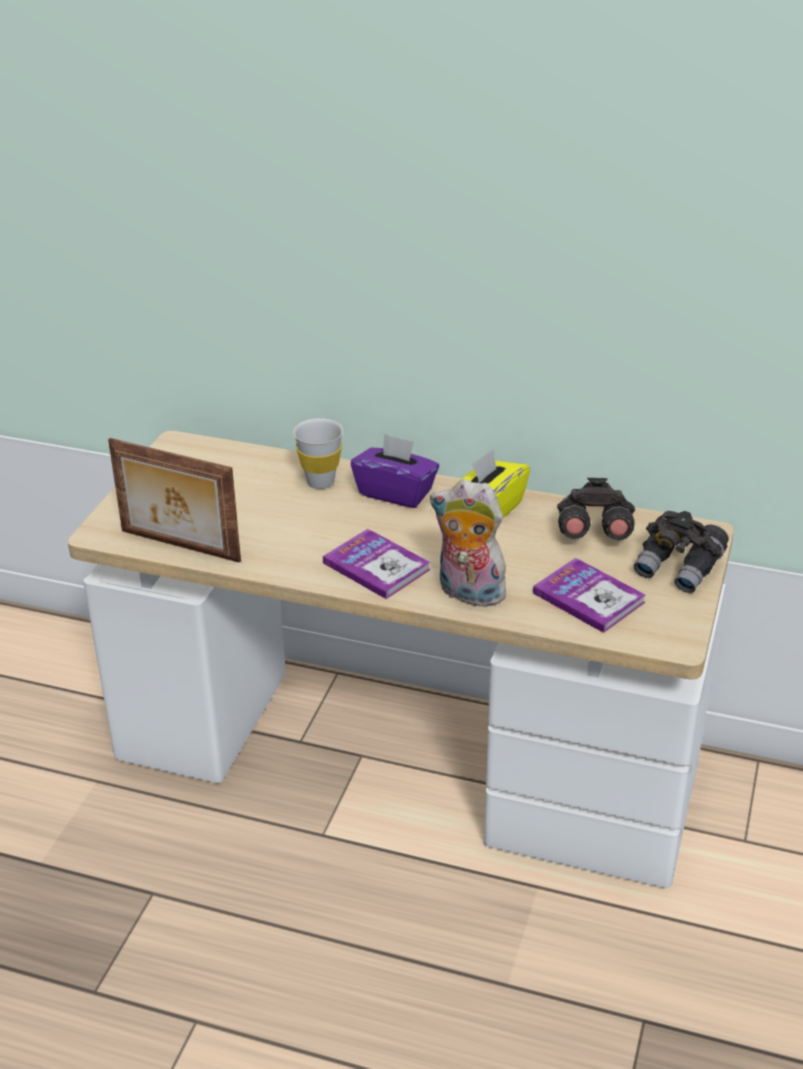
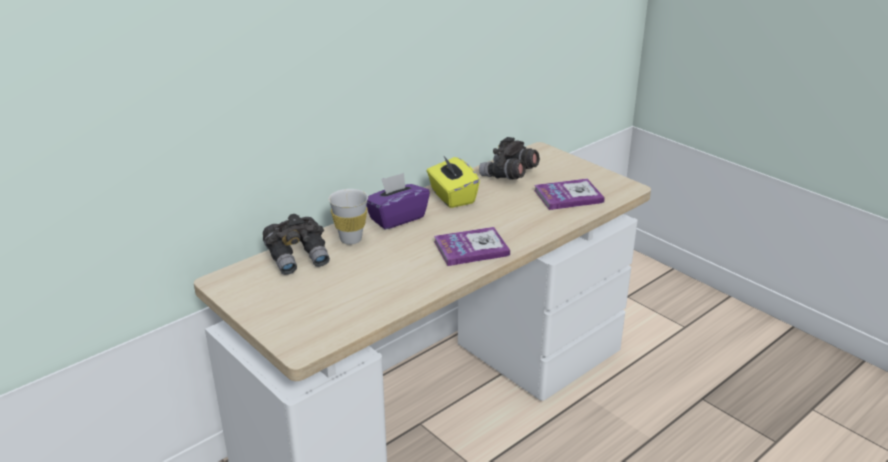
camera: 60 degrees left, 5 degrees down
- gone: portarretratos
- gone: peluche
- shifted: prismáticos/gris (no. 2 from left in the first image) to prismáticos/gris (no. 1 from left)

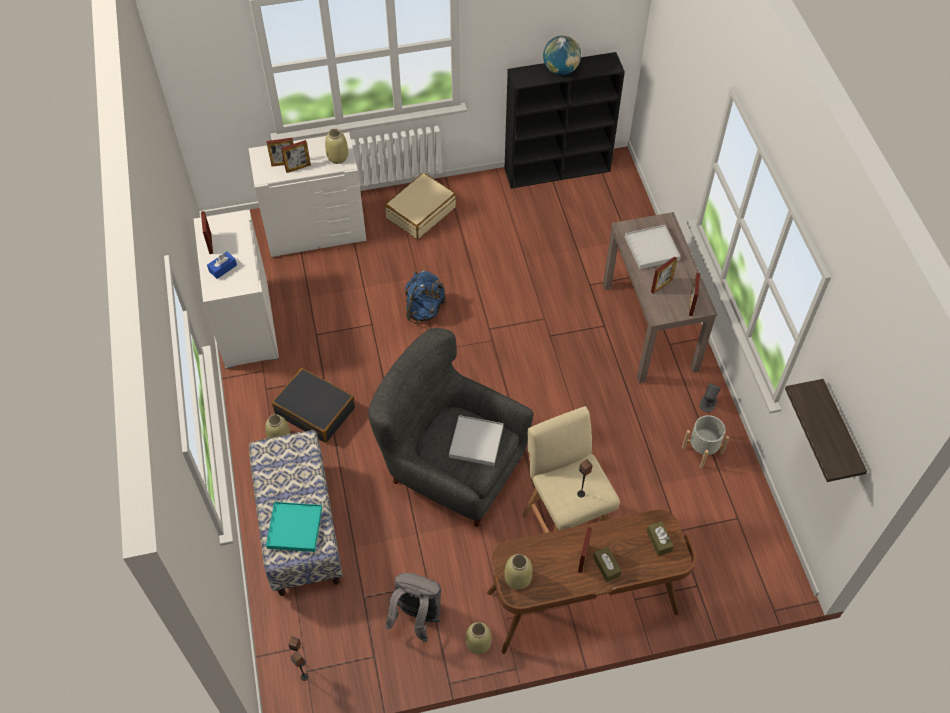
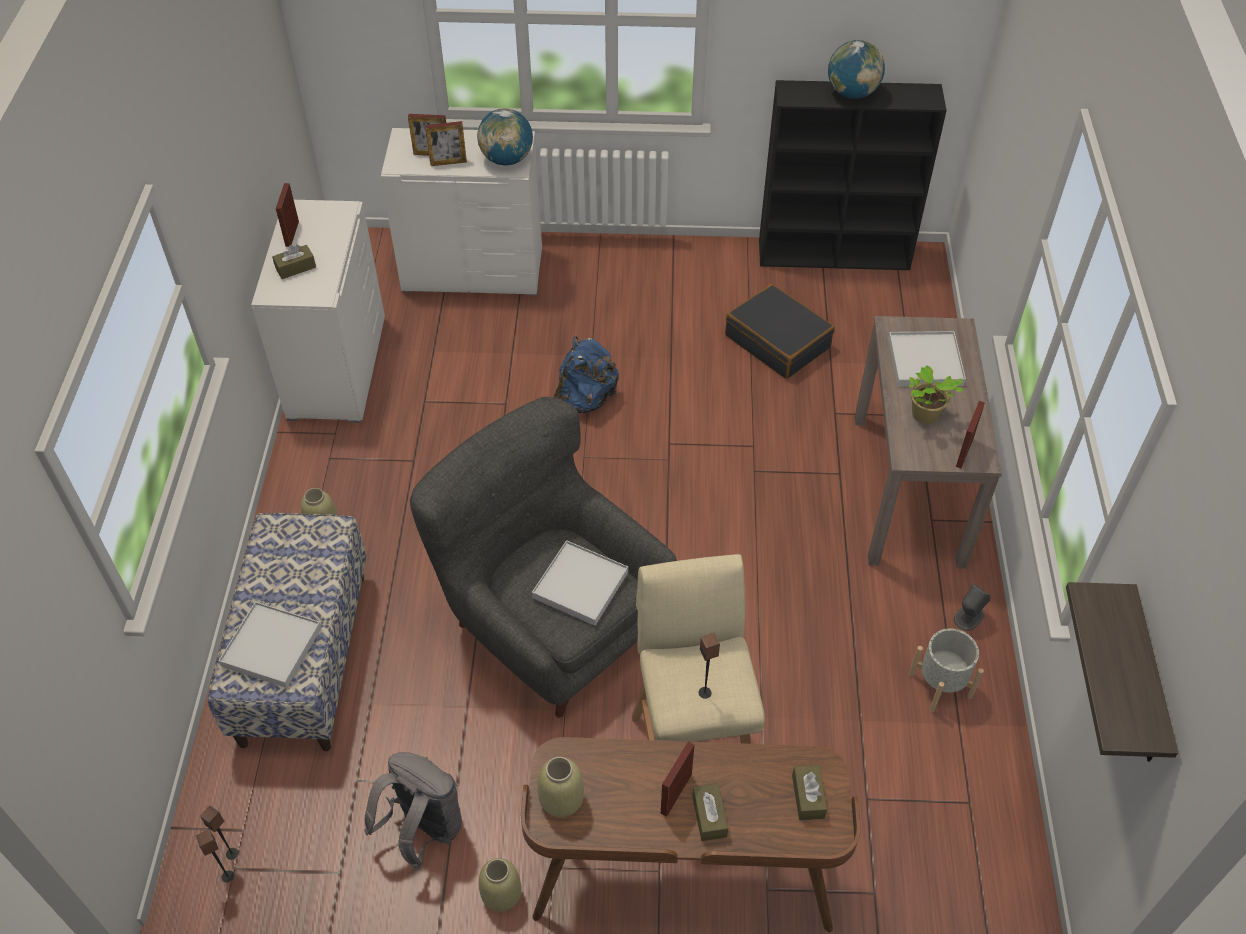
camera: 15 degrees right, 5 degrees down
- gone: maleta/beis
- shifted: maleta/negro
- swapped: florero/beis (no. 2 from left) to globo terráqueo (no. 1 from left)
- swapped: portarretratos (no. 5 from left) to planta en maceta
- repainted: caja de pañuelos/azul to caja de pañuelos/marrón (no. 1 from left)
- repainted: bandeja/turquesa to bandeja/blanco (no. 1 from left)

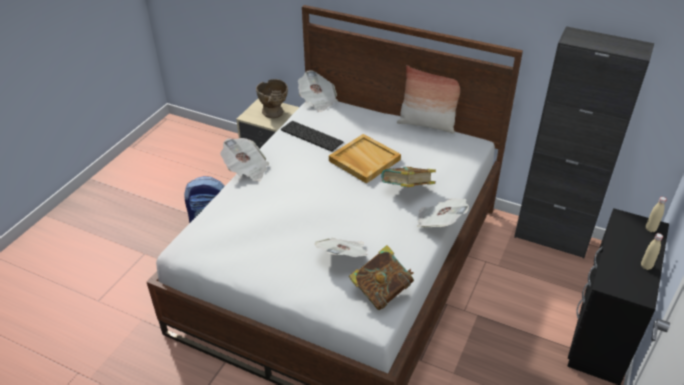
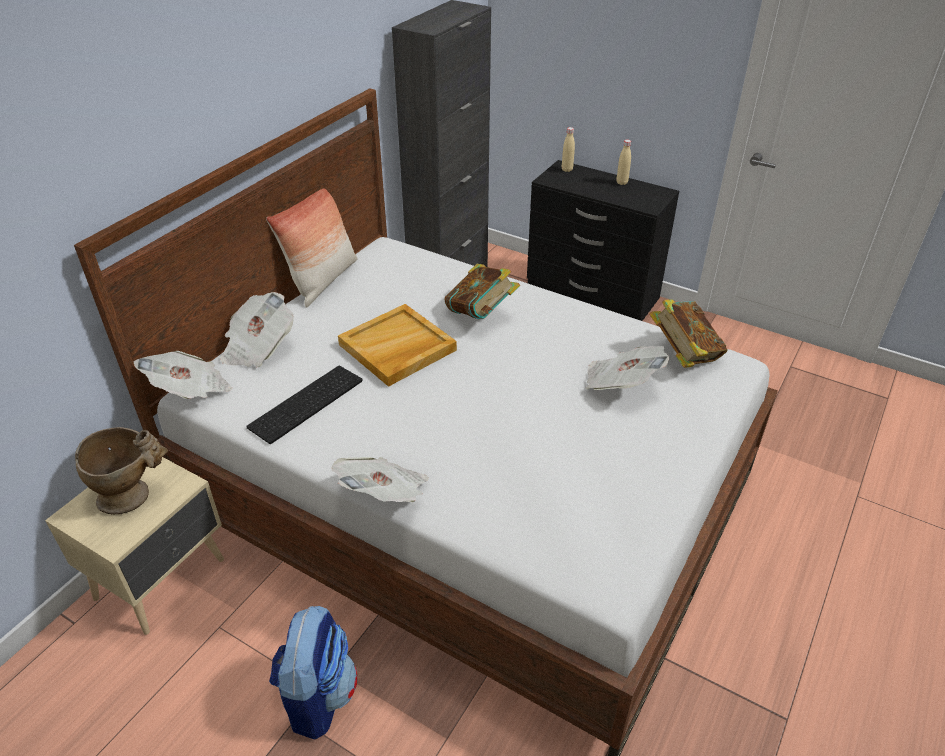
camera: 85 degrees left, 0 degrees up
- shifted: periódico (no. 4 from left in the first image) to periódico (no. 2 from left)

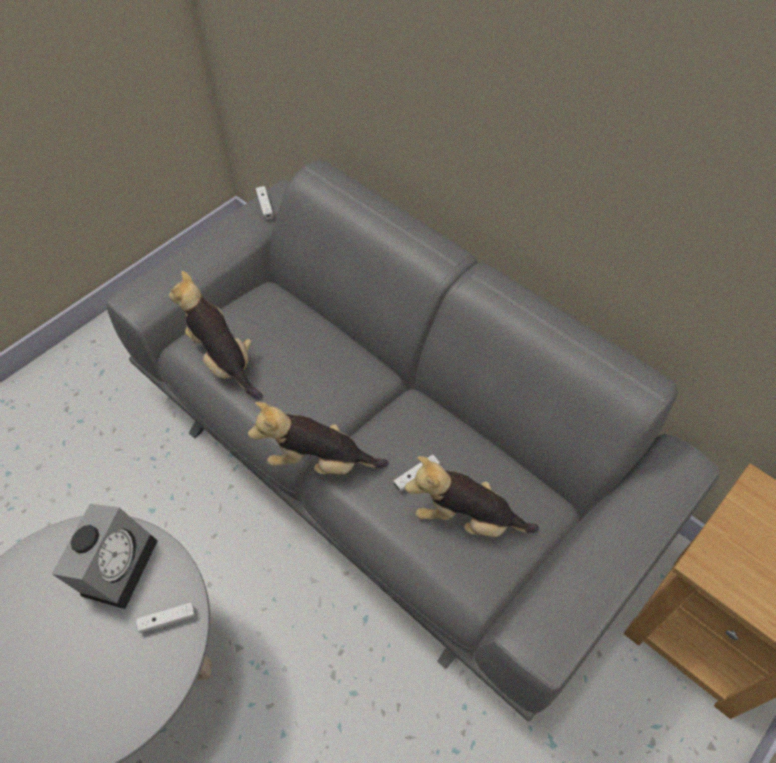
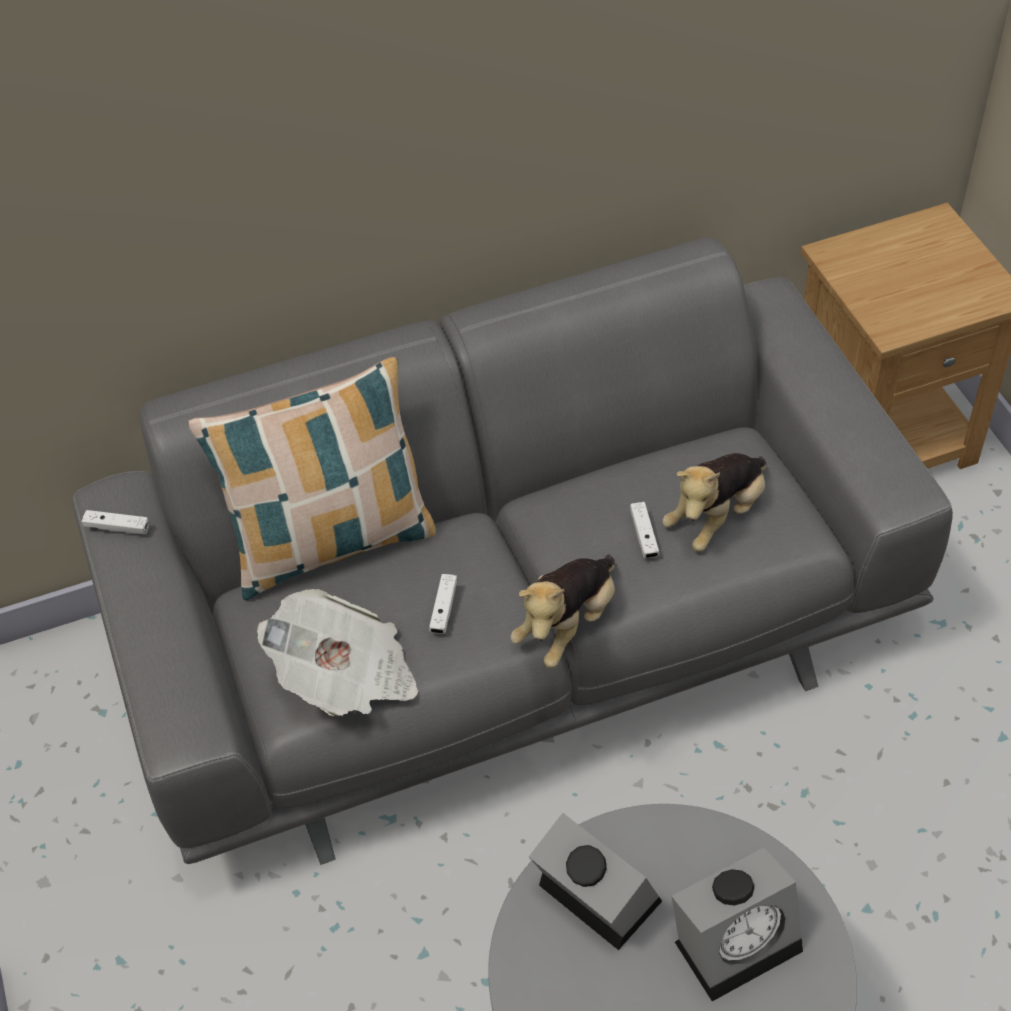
camera: 60 degrees left, 5 degrees down
- new: cojín
- new: despertador (no. 2 from left)
- shifted: mando de consola/blanco (no. 1 from left in the first image) to mando de consola/blanco (no. 2 from left)
- swapped: peluche (no. 1 from left) to periódico

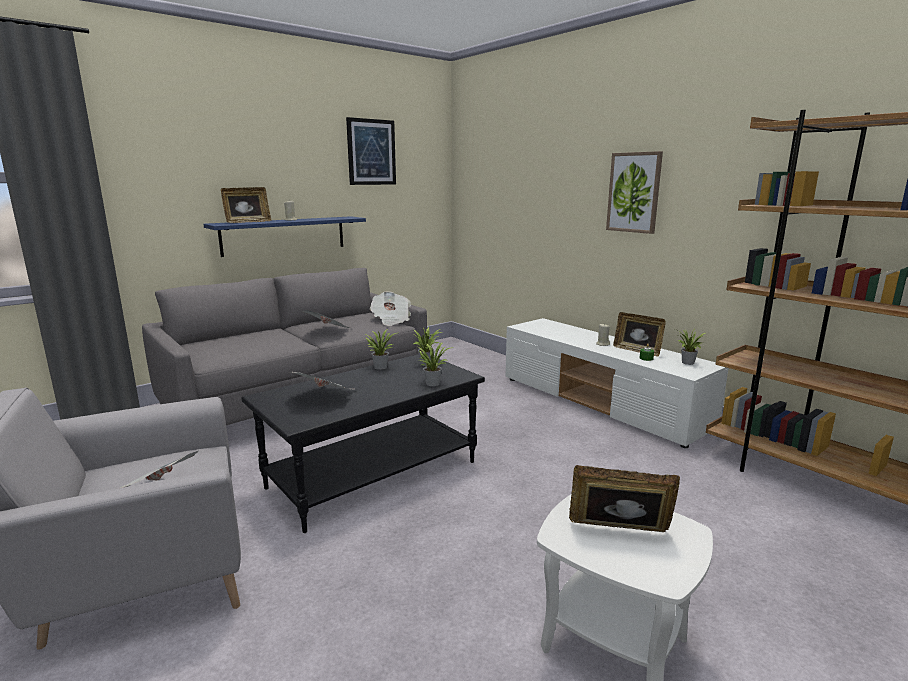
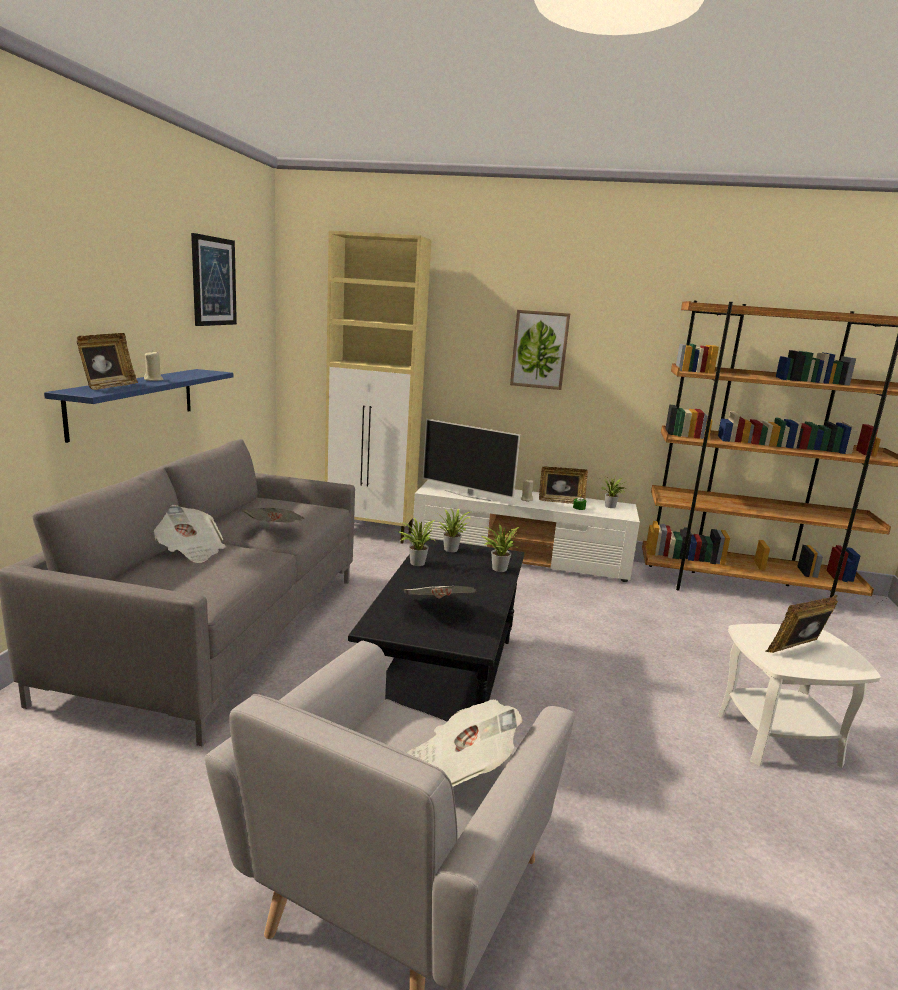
camera: 40 degrees left, 0 degrees up
- new: armario/beis
- new: televisor
- shifted: periódico (no. 4 from left in the first image) to periódico (no. 1 from left)

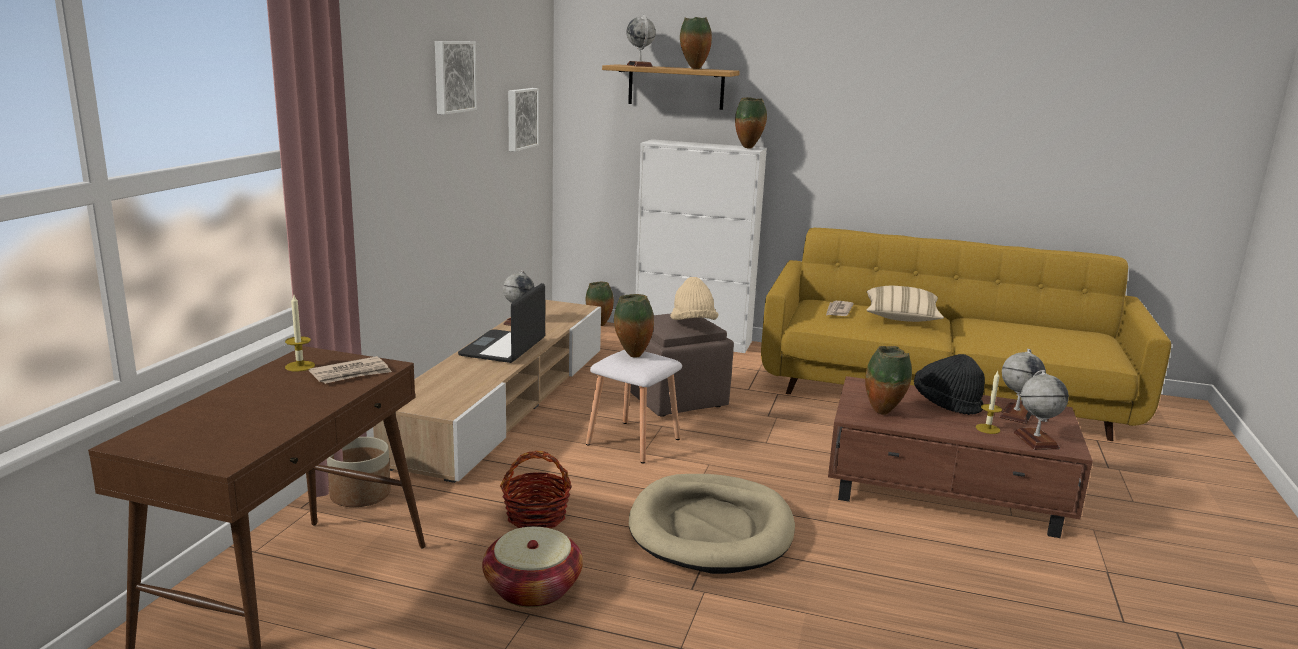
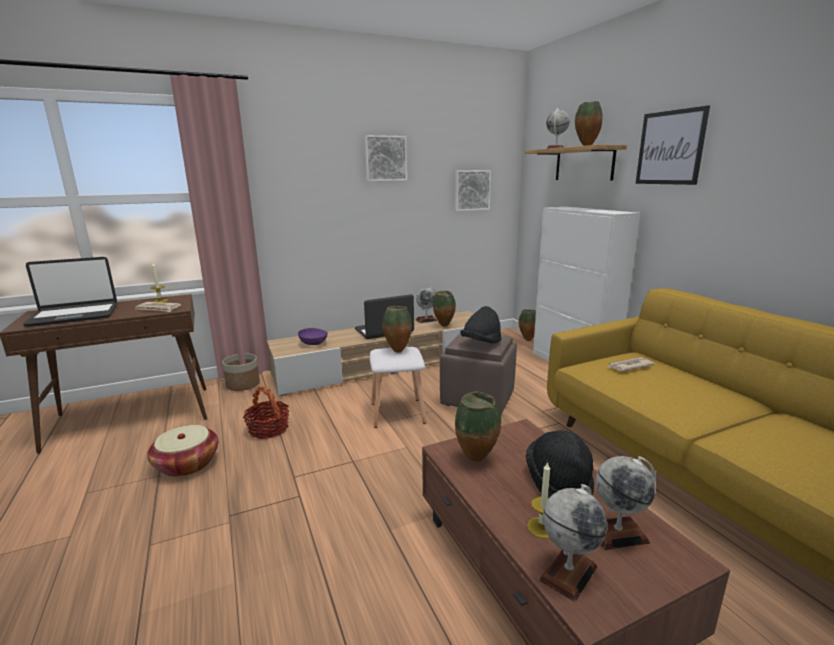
camera: 50 degrees right, 0 degrees up
- gone: cama para perro/beis
- gone: cojín/beis
- new: portátil (no. 1 from left)
- new: cuenco/morado
- new: cuadro (no. 3 from left)
- shifted: florero (no. 4 from left in the first image) to florero (no. 2 from left)
- repainted: sombrero/beis to sombrero/negro (no. 1 from left)

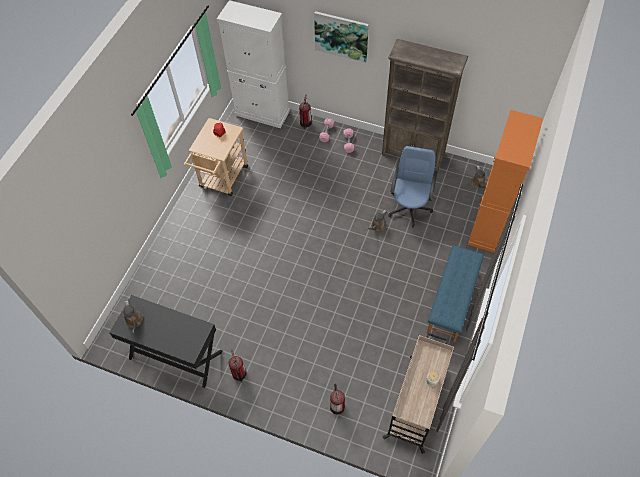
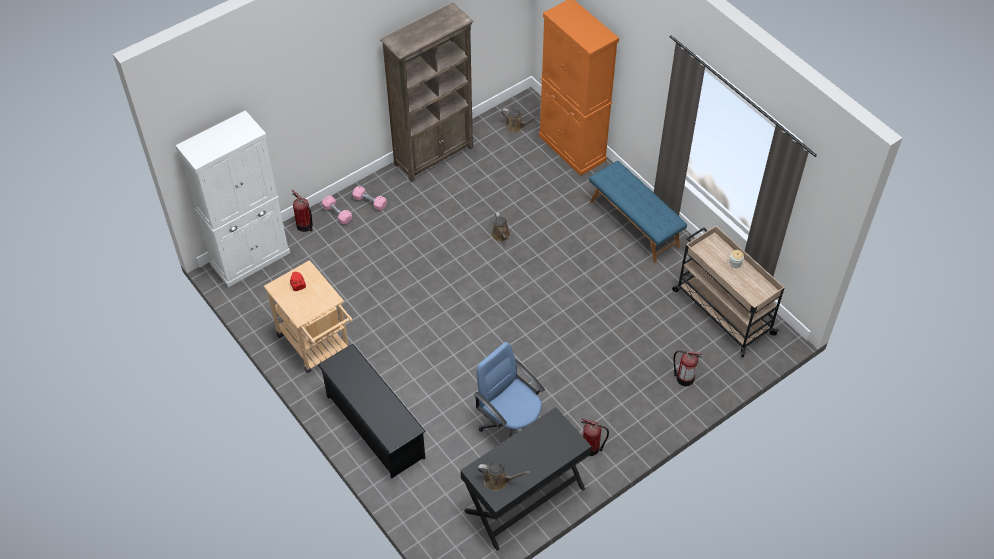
camera: 60 degrees left, 5 degrees down
- gone: cuadro
- new: zapatero/negro
- shifted: silla de oficina/azul

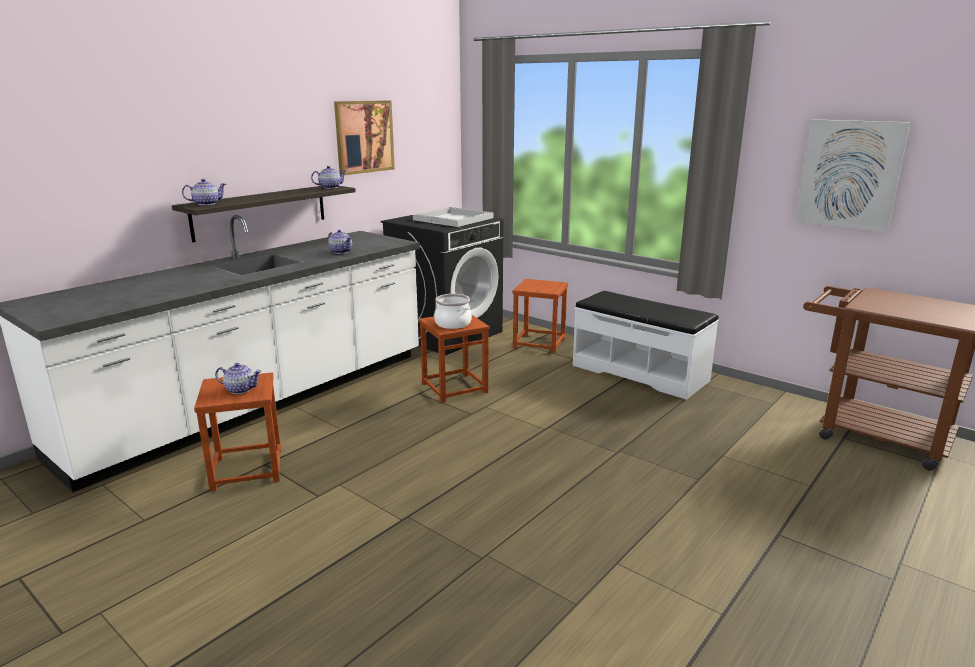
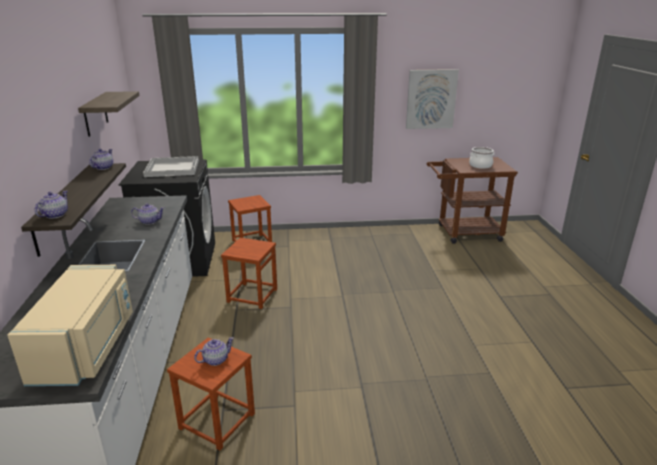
camera: 45 degrees left, 5 degrees up
- gone: banco/blanco
- new: microondas/beis
- shifted: olla
- swapped: cuadro (no. 1 from left) to estante (no. 2 from left)

